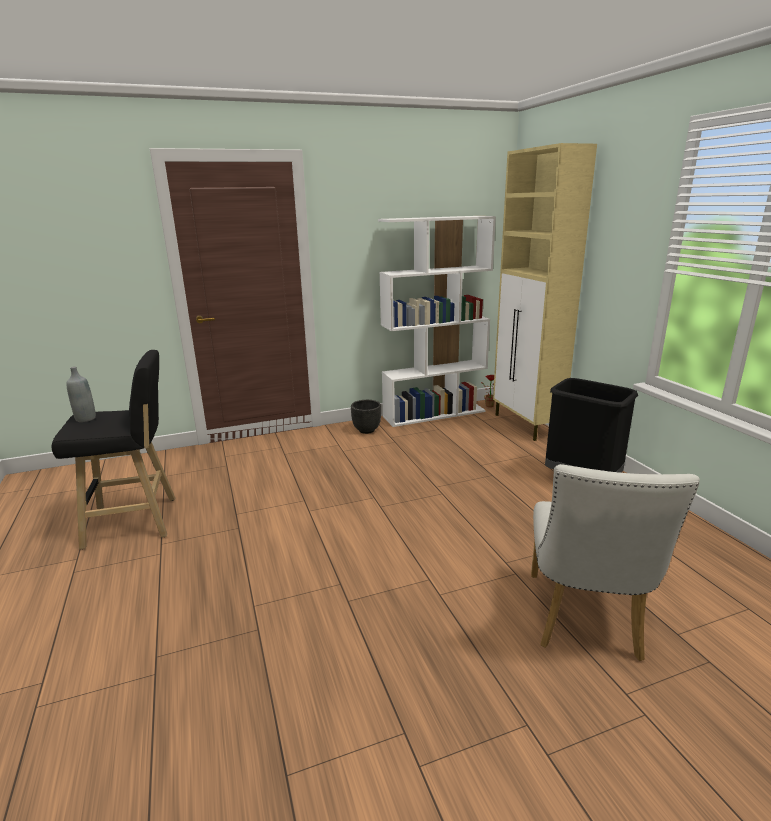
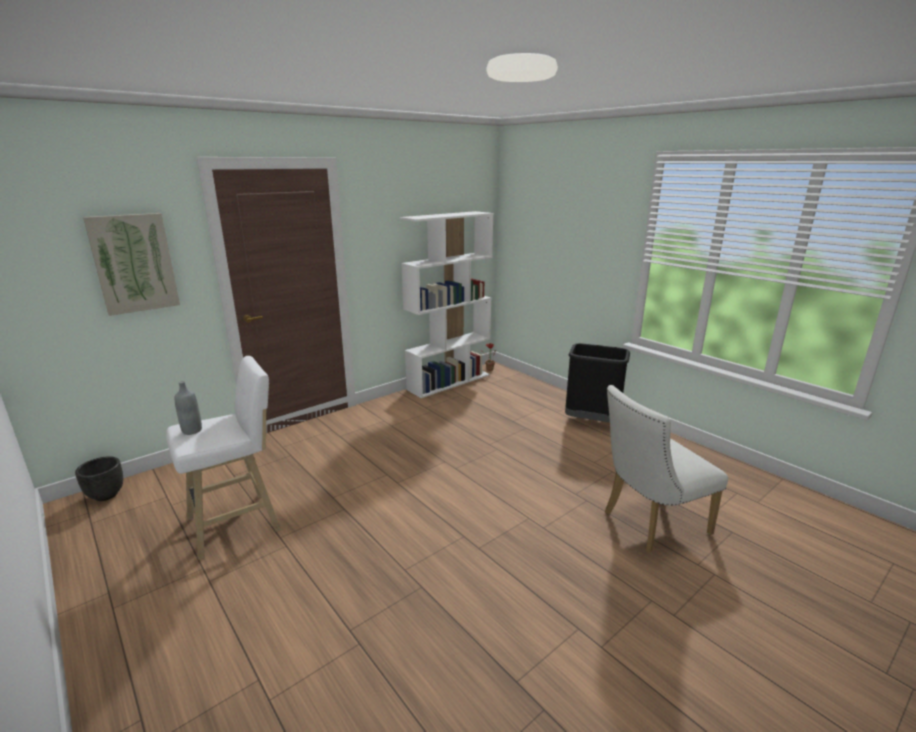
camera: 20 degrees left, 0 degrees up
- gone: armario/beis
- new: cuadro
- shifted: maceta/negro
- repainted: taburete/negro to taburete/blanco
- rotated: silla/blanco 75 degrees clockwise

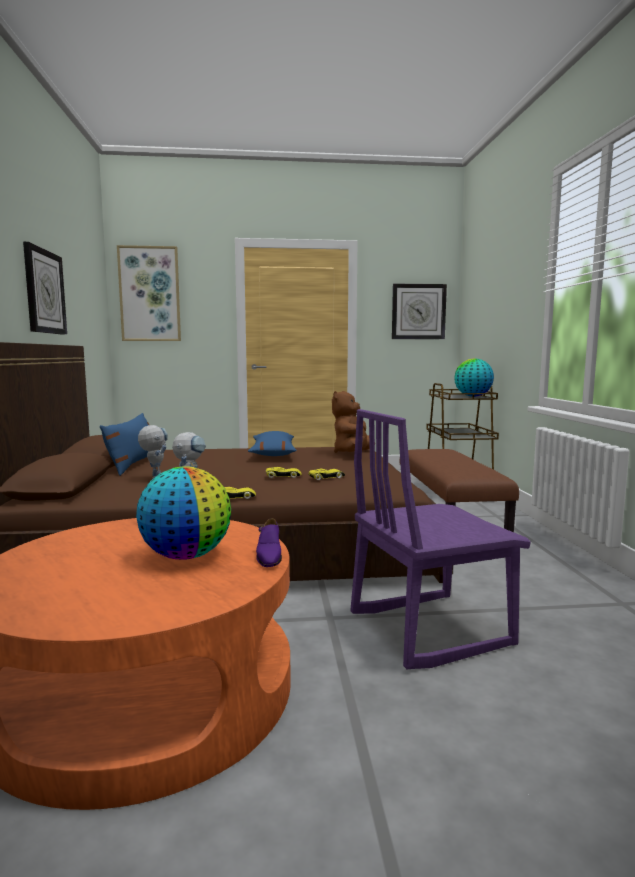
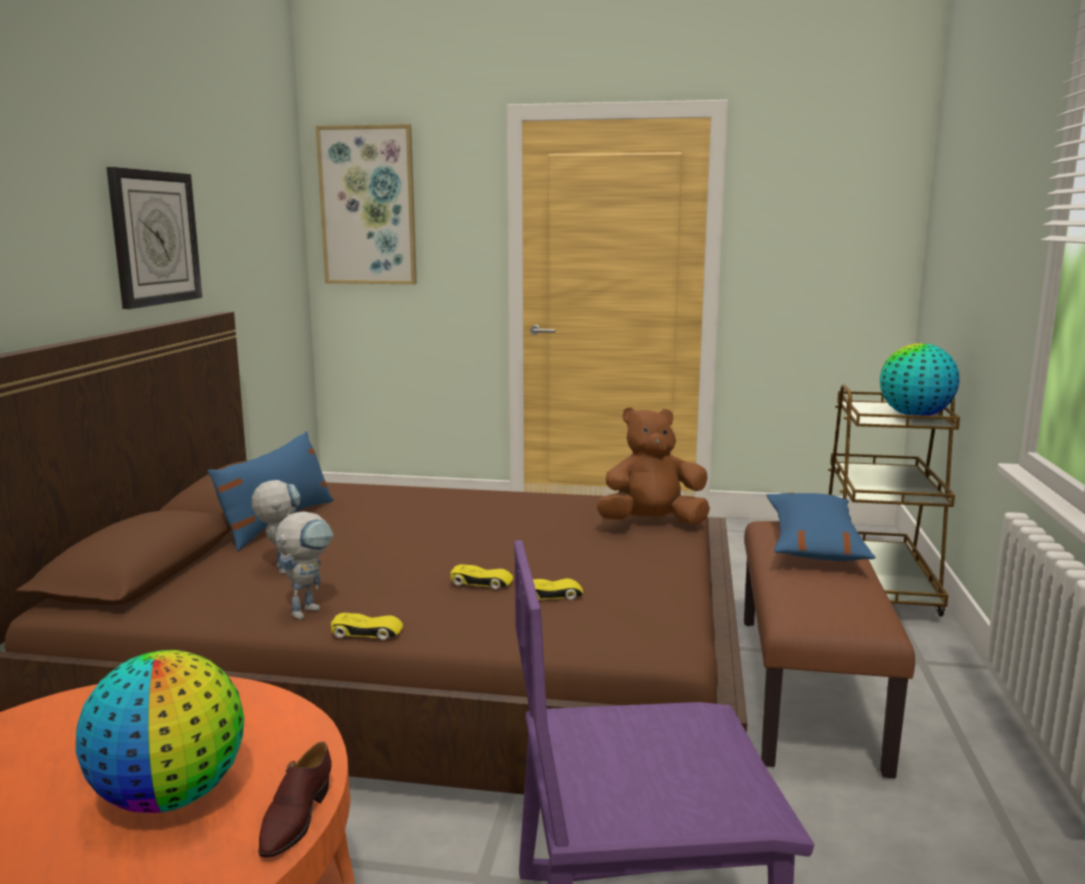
camera: 15 degrees right, 5 degrees up
- gone: reloj de pared (no. 2 from left)
- shifted: cojín/azul (no. 2 from left)
- repainted: zapato/morado to zapato/marrón
- rotated: peluche/marrón 45 degrees clockwise

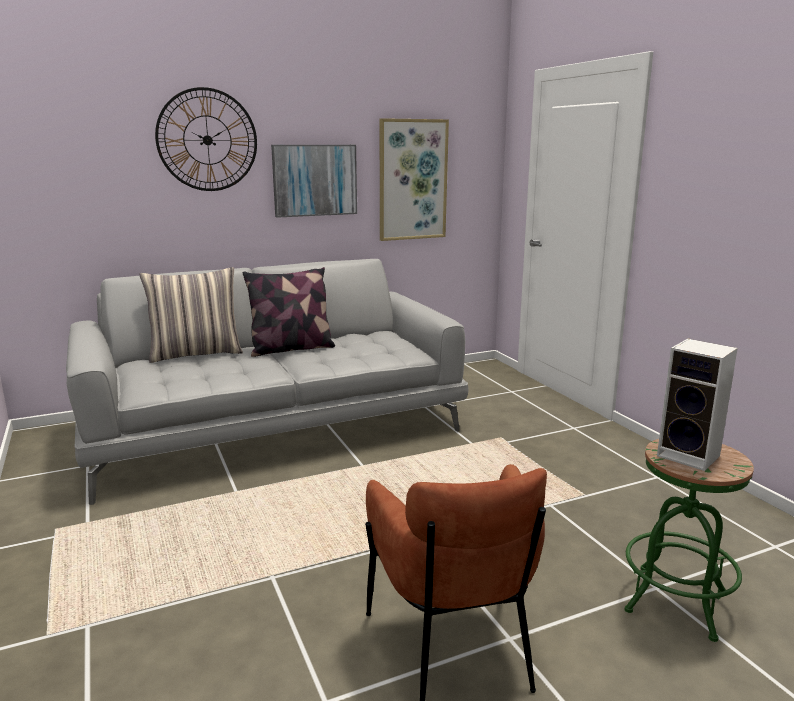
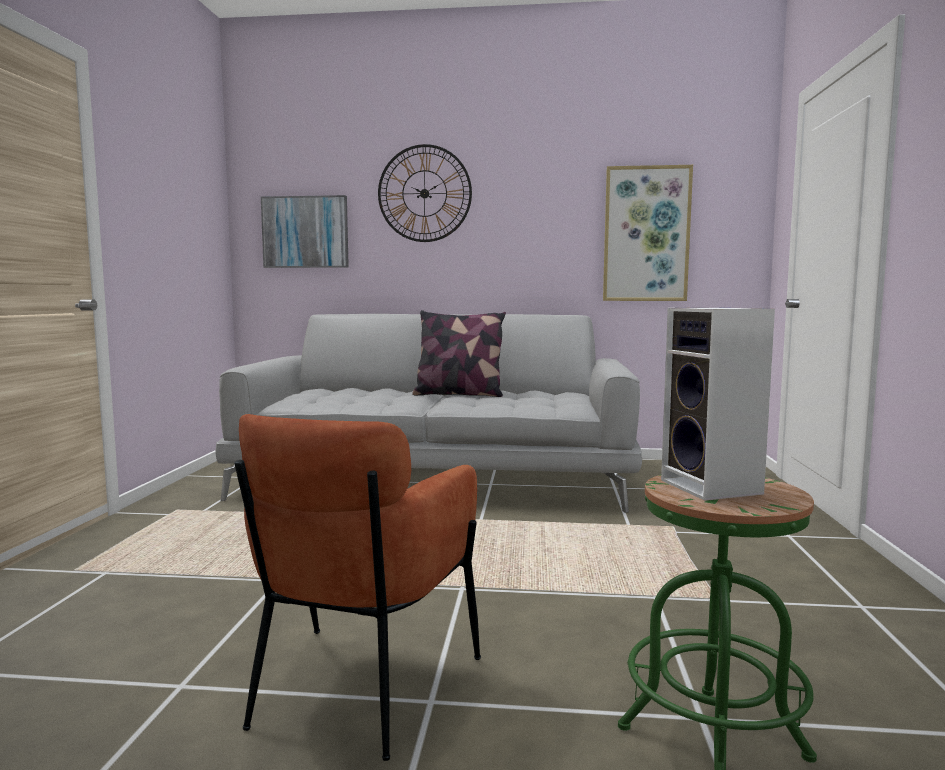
camera: 30 degrees right, 10 degrees down
- gone: cojín (no. 1 from left)
- shifted: cuadro (no. 1 from left)

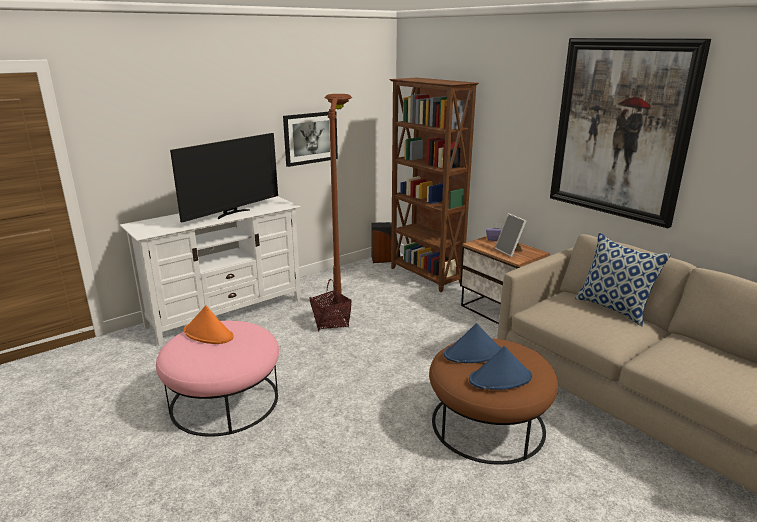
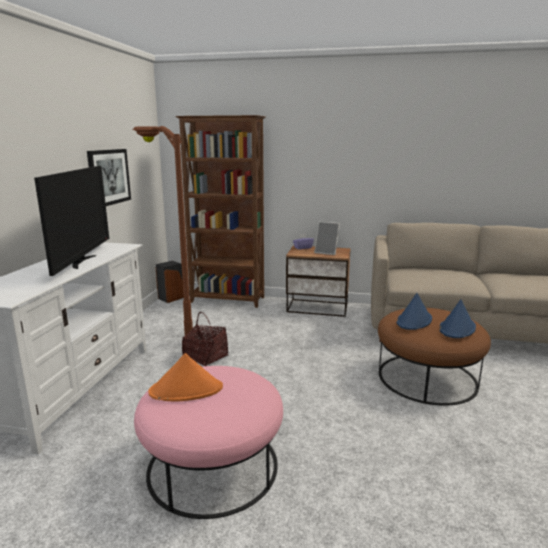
camera: 40 degrees left, 5 degrees down
- gone: cuadro (no. 2 from left)
- gone: cojín

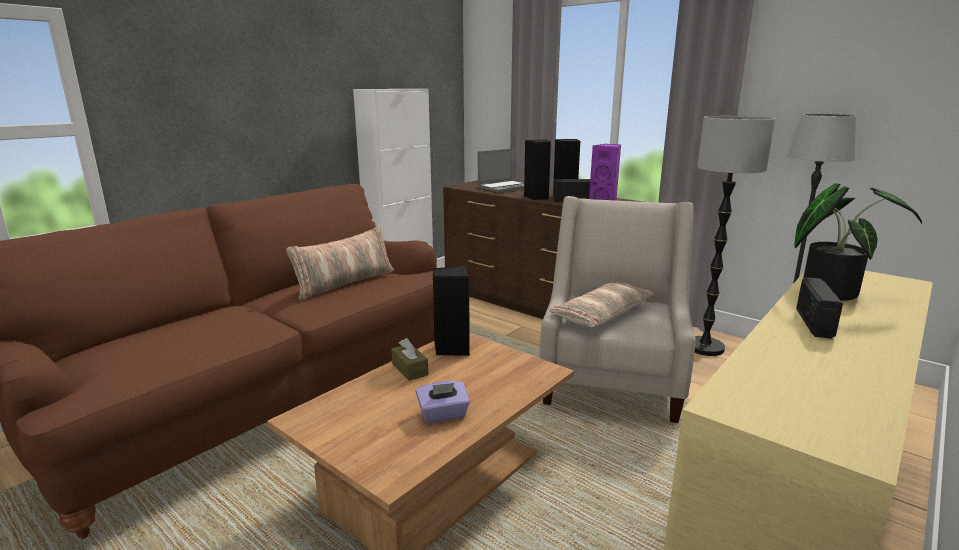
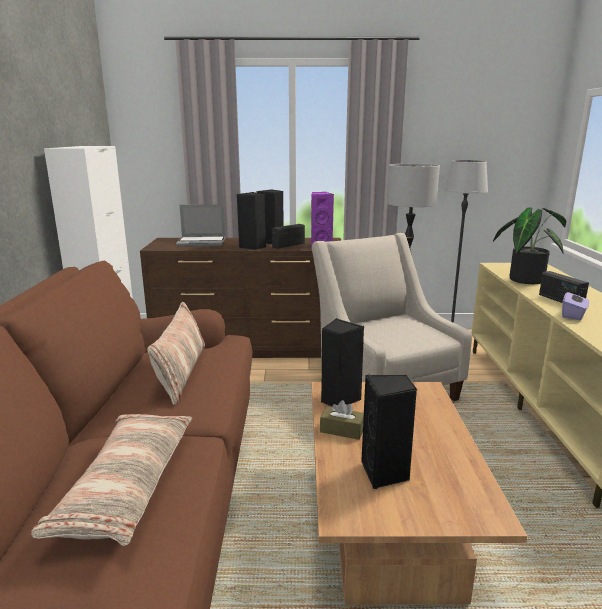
camera: 40 degrees left, 0 degrees up
- new: altavoz/negro (no. 4 from left)
- shifted: caja de pañuelos/morado
- shifted: cojín (no. 2 from left in the first image) to cojín (no. 1 from left)
- rotated: portátil 75 degrees clockwise

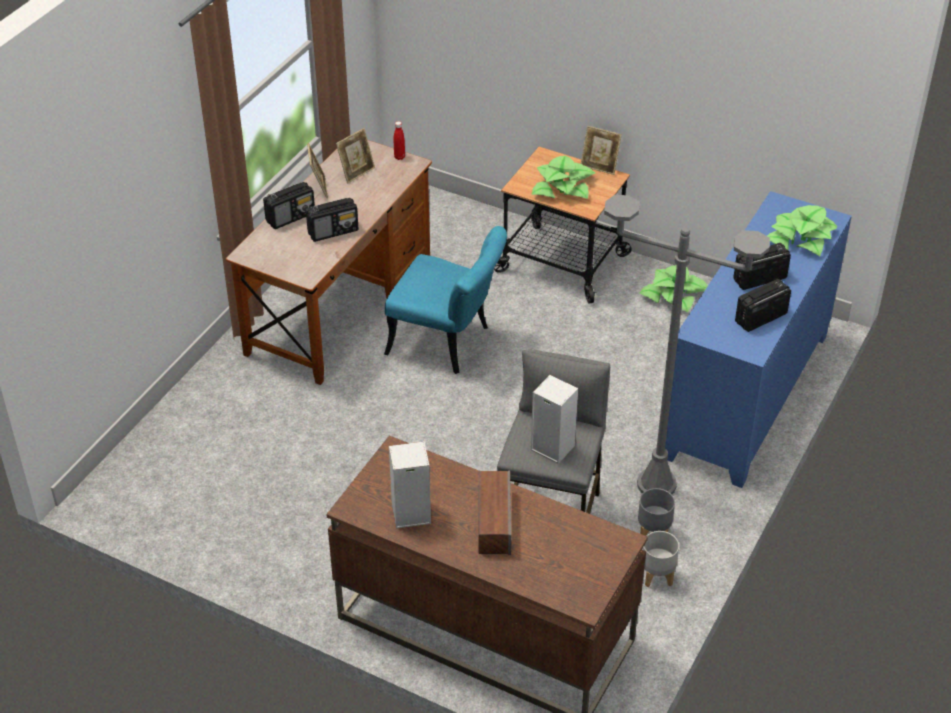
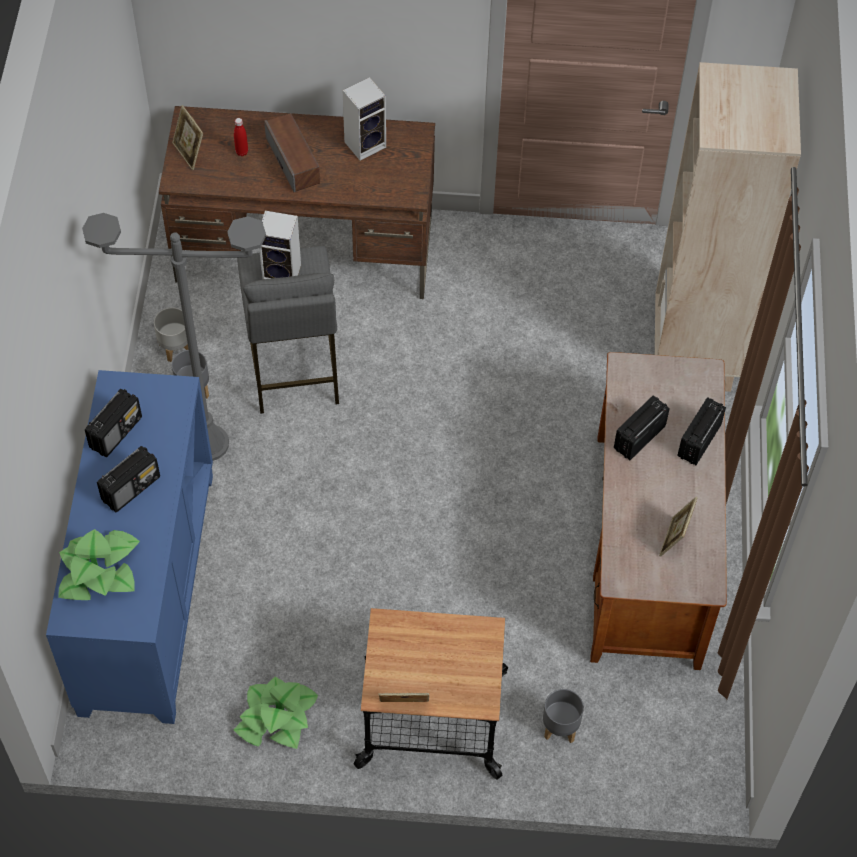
camera: 155 degrees right, 15 degrees up
- gone: silla/turquesa
- gone: planta en maceta (no. 1 from left)
- new: maceta/gris (no. 3 from left)
- new: estantería/beis
- shifted: portarretratos (no. 1 from left)
- shifted: botella/rojo

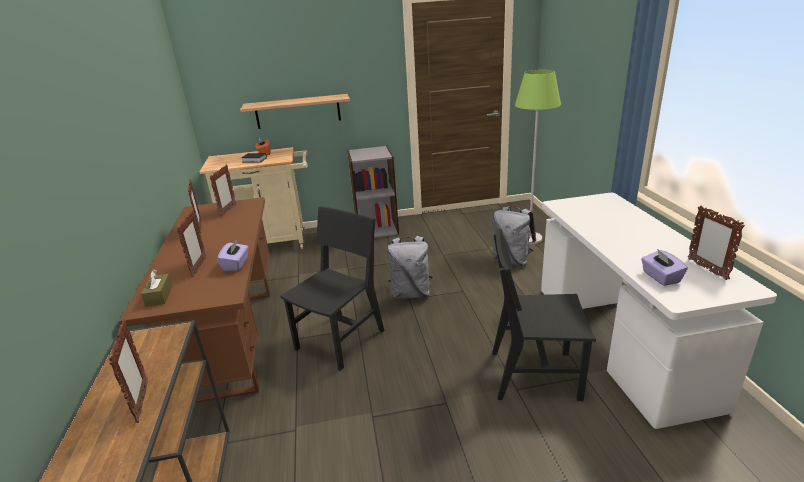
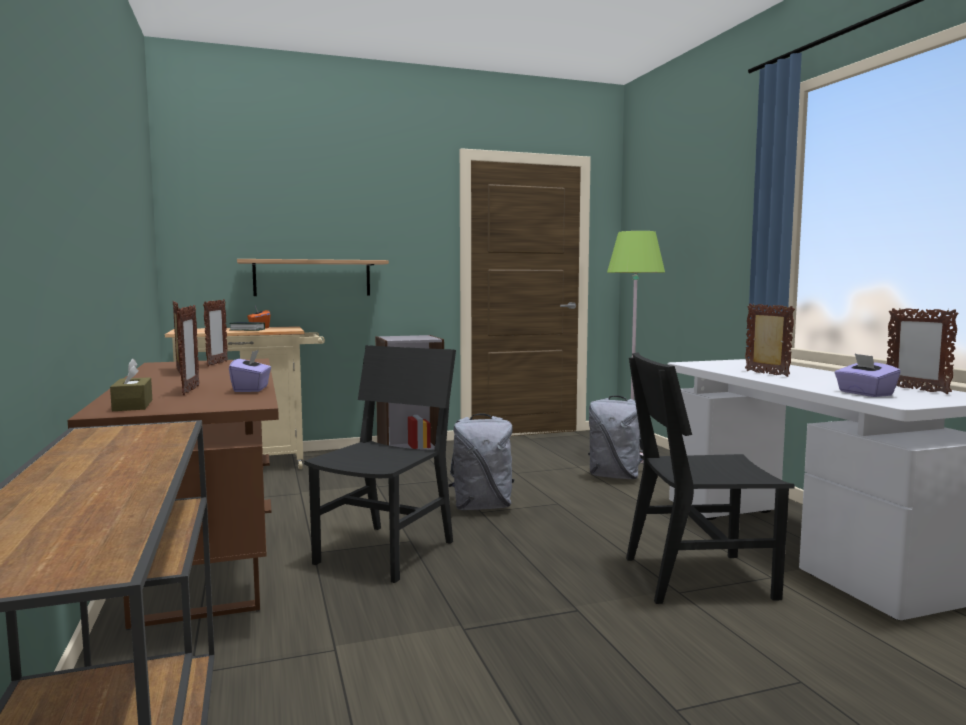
camera: 10 degrees left, 20 degrees down
- shifted: portarretratos (no. 1 from left in the first image) to portarretratos (no. 4 from left)

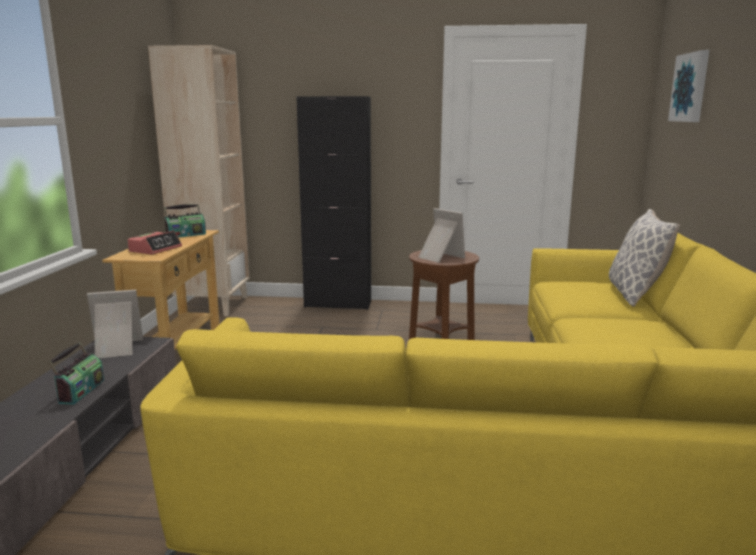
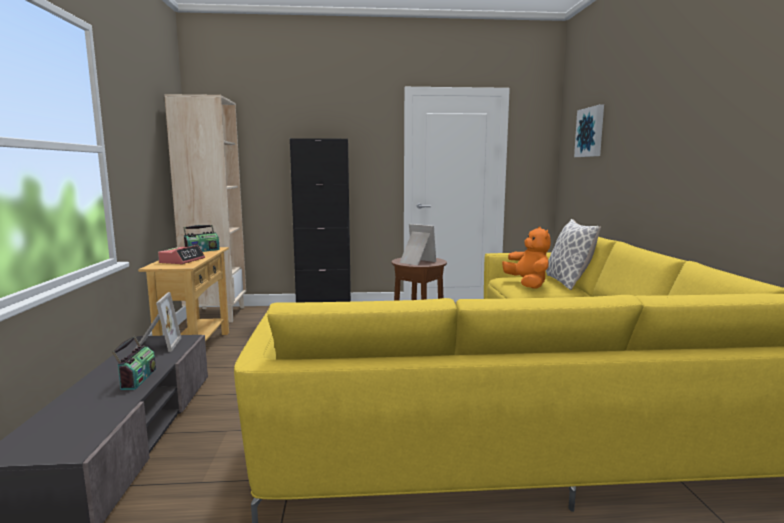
camera: 10 degrees left, 5 degrees down
- new: peluche/naranja
- rotated: portarretratos (no. 1 from left) 105 degrees clockwise

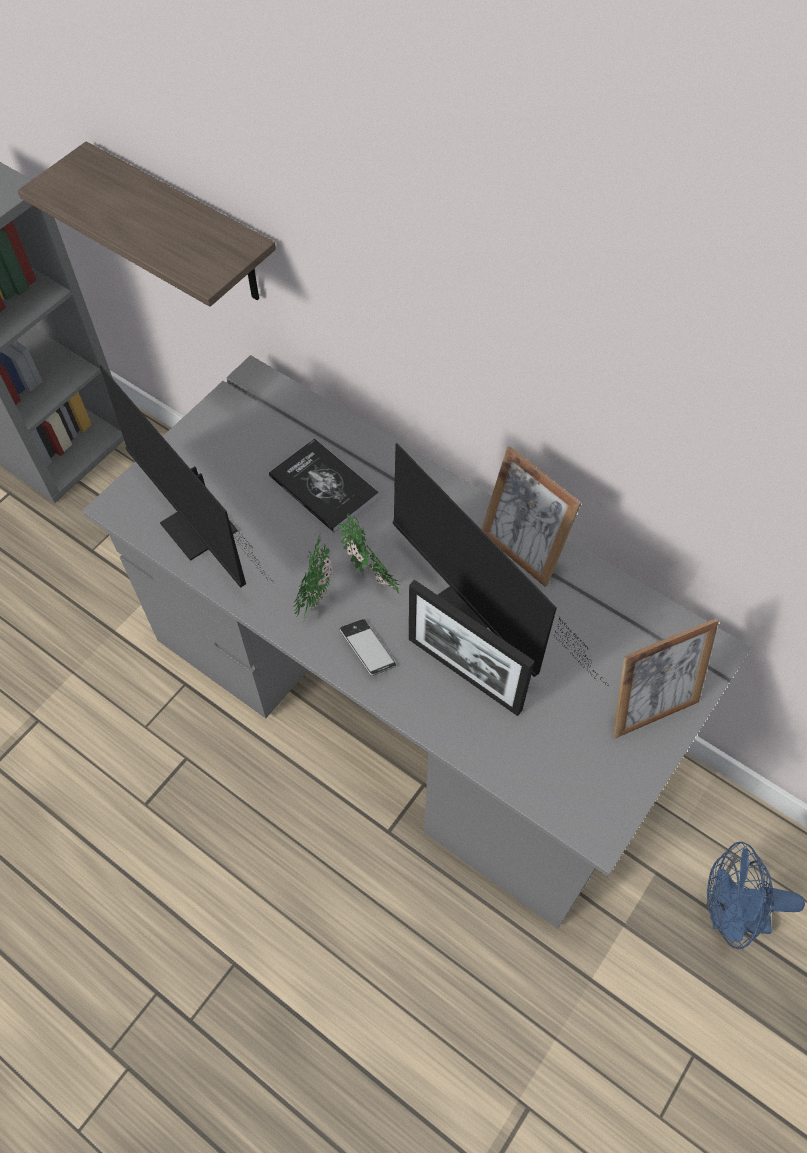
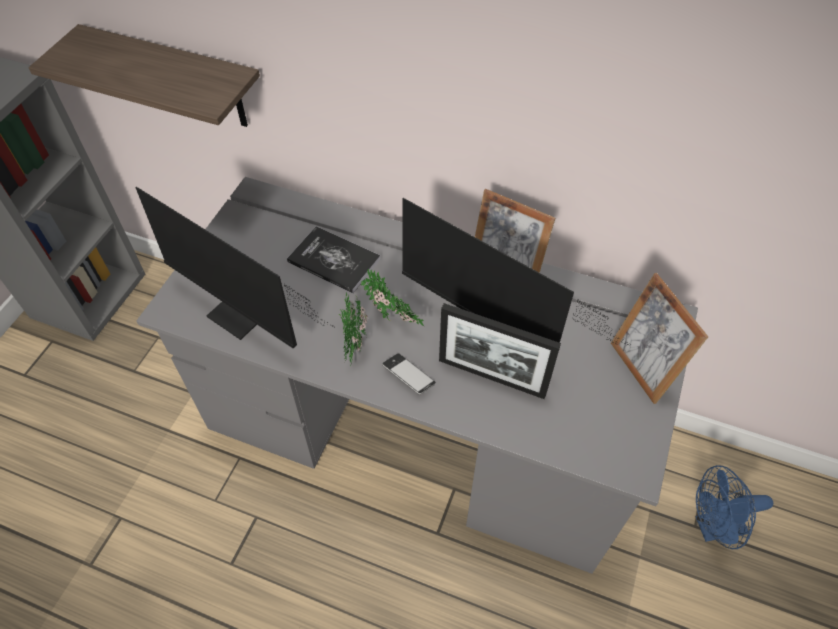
camera: 15 degrees left, 5 degrees down
- rotated: portarretratos (no. 3 from left) 105 degrees clockwise

